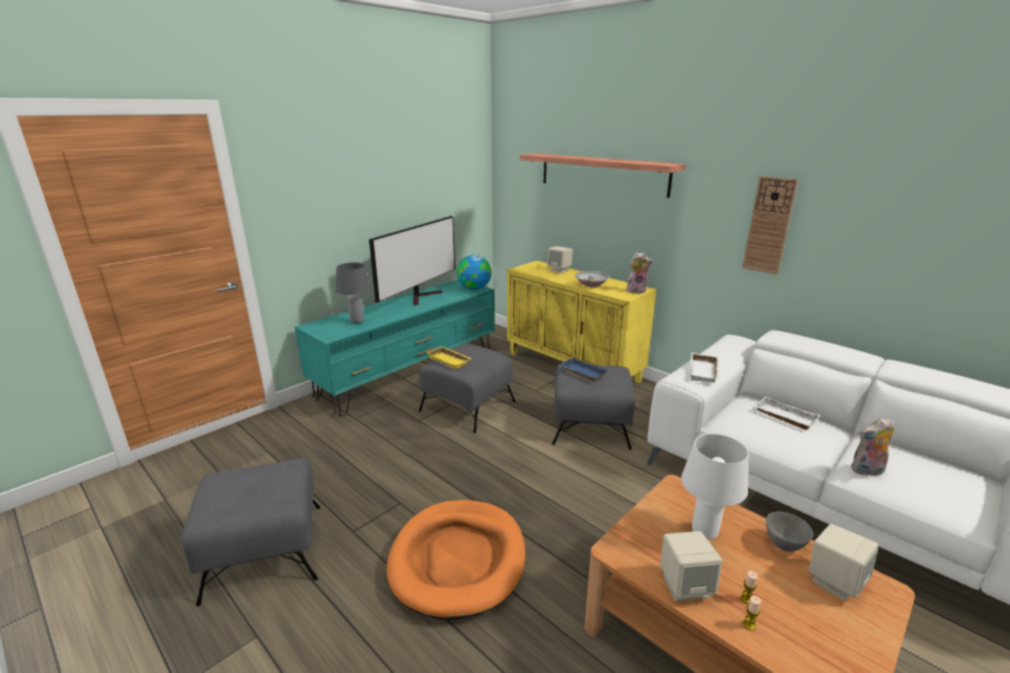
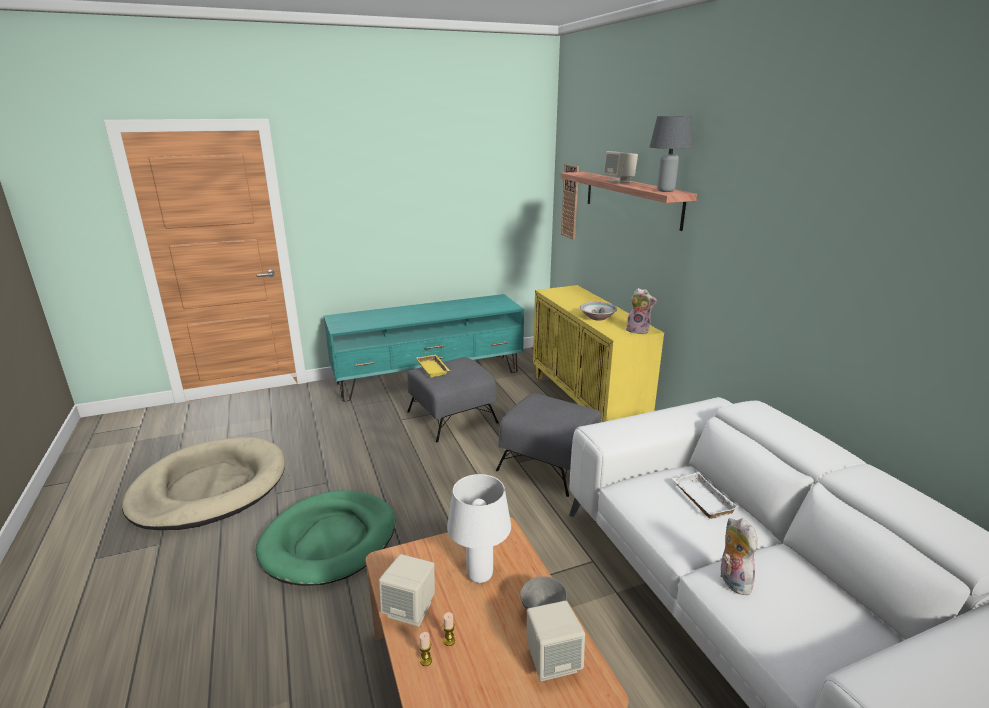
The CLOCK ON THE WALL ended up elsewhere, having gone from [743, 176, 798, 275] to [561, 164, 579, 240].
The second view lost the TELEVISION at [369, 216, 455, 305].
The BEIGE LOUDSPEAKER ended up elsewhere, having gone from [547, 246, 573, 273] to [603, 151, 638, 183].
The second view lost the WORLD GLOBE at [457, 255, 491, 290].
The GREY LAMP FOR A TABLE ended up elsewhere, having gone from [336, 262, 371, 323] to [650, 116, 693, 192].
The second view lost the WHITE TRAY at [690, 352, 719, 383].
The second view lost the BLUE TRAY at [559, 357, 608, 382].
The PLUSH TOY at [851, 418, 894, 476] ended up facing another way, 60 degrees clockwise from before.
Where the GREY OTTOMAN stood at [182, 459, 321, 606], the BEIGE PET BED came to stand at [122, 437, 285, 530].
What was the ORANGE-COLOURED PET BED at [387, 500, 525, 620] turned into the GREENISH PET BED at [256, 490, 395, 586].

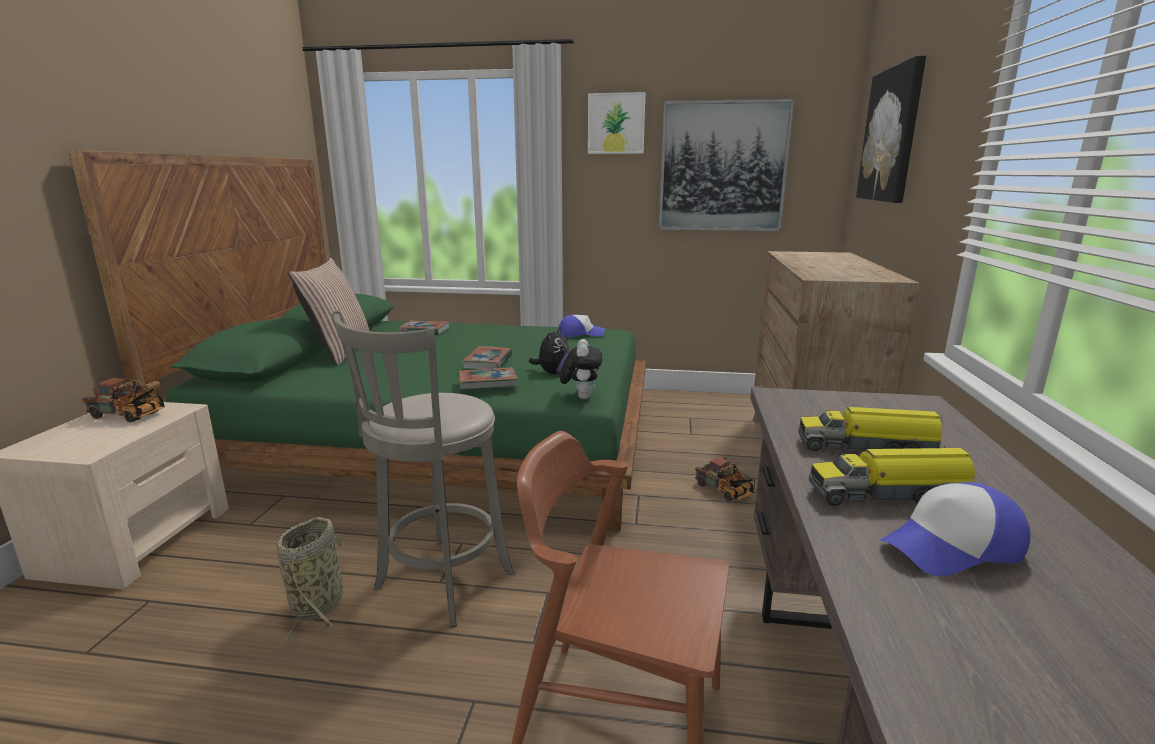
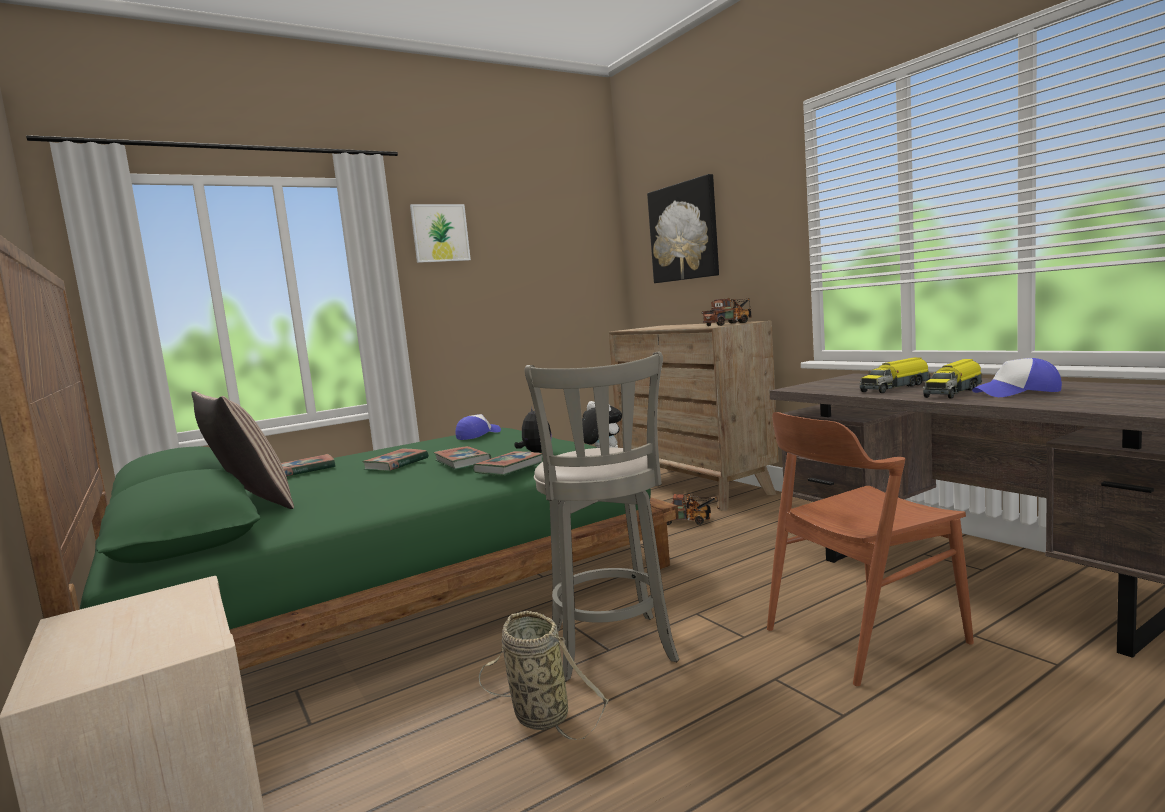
The second view lost the WALL ART at [658, 99, 794, 231].
The TOY LORRY ended up elsewhere, having gone from [82, 378, 165, 423] to [702, 298, 752, 326].
The CAP at [880, 482, 1030, 576] ended up facing another way, 60 degrees clockwise from before.
The second view gained the VOLUME at [362, 448, 429, 471].

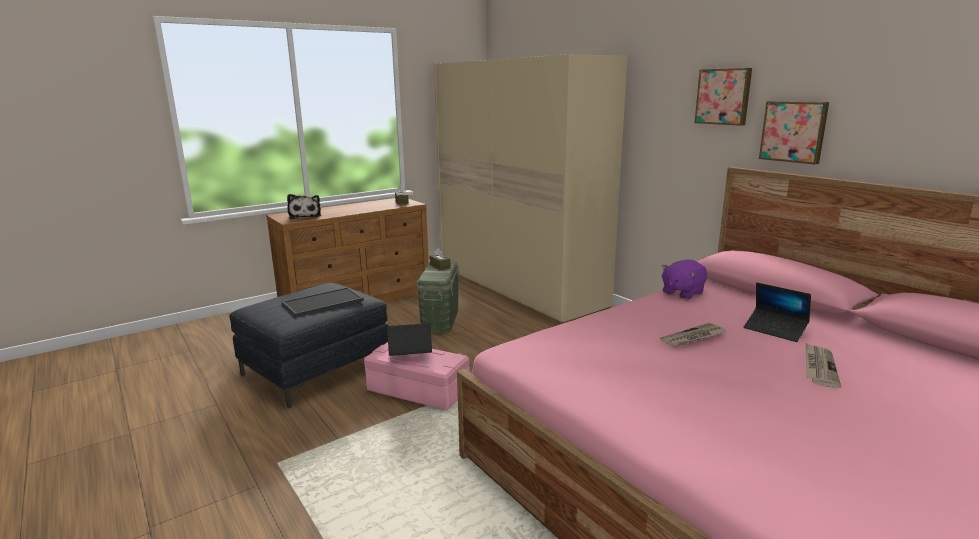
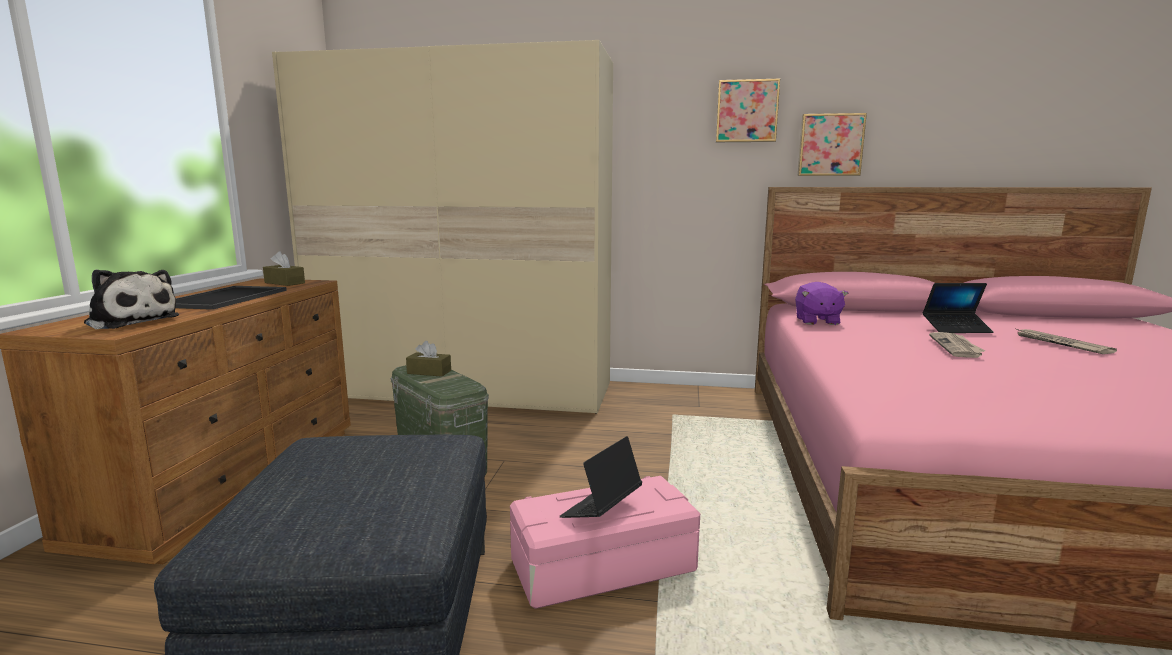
The TRAY ended up elsewhere, having gone from [282, 287, 364, 316] to [176, 286, 287, 310].

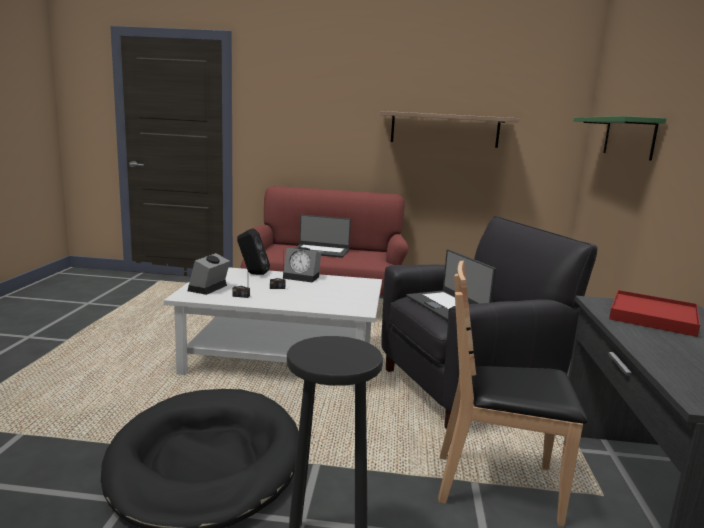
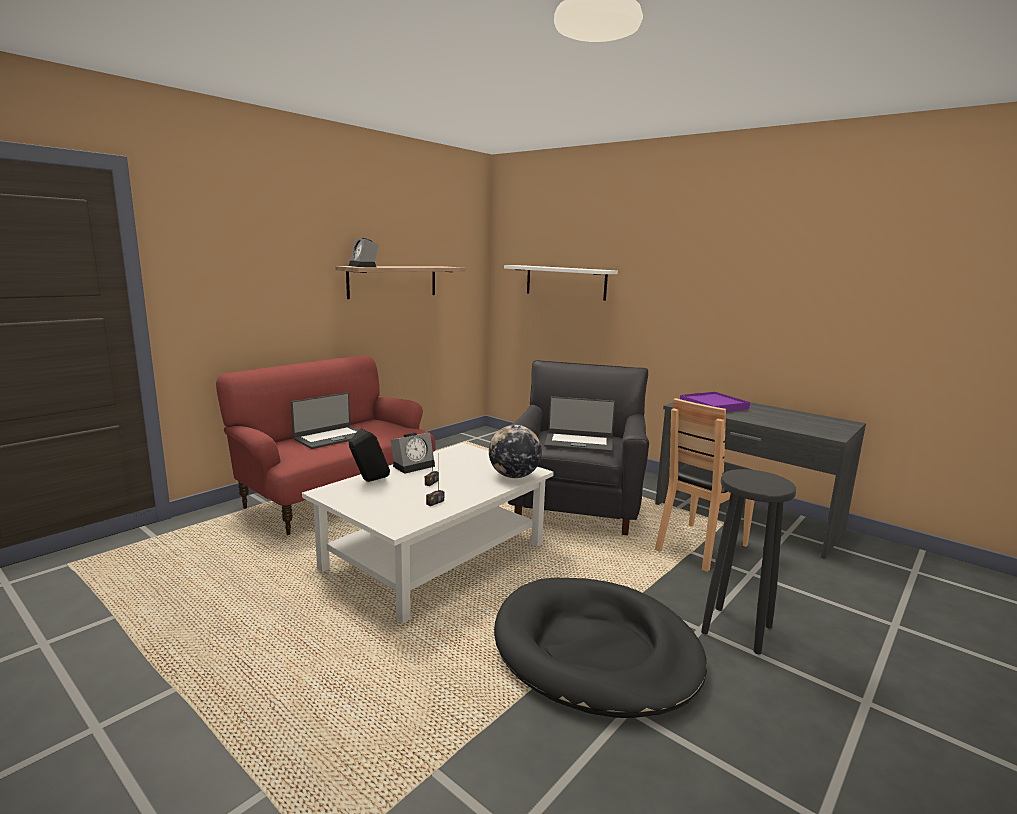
What was the GREENISH BRACKET SHELF at [574, 116, 666, 161] turned into the WHITE BRACKET SHELF at [504, 265, 618, 300].
The ALARM CLOCK ended up elsewhere, having gone from [187, 253, 230, 295] to [349, 238, 379, 267].
What was the RED-COLOURED TRAY at [609, 290, 700, 337] turned into the PURPLE-COLOURED TRAY at [680, 392, 750, 412].
The second view gained the WORLD GLOBE at [489, 425, 542, 478].

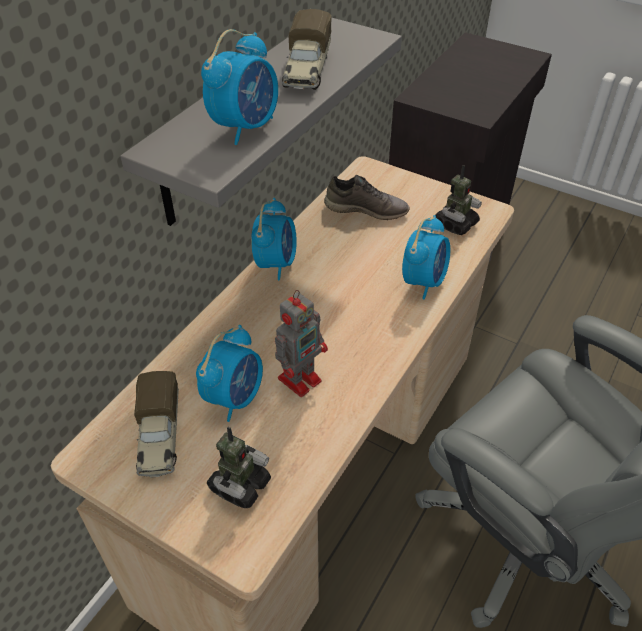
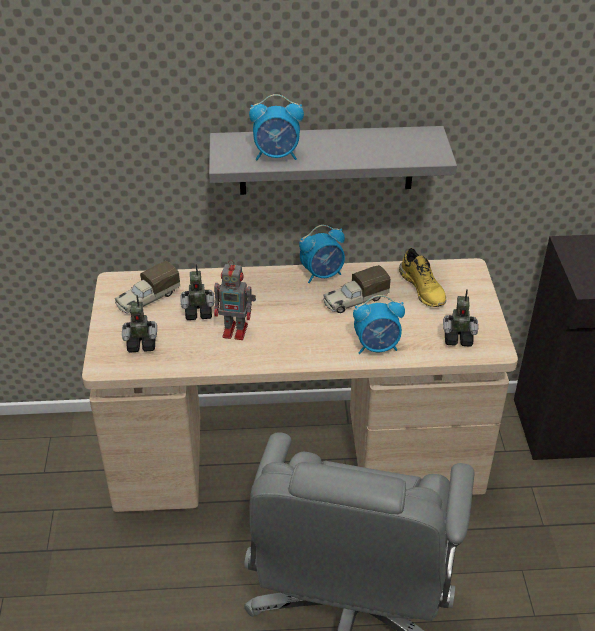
The TOY LORRY ended up elsewhere, having gone from [282, 9, 332, 90] to [323, 265, 391, 313].
What was the GREY ITEM OF FOOTWEAR at [324, 175, 410, 220] turned into the YELLOWISH ITEM OF FOOTWEAR at [399, 248, 446, 307].
Where the ALARM CLOCK stood at [196, 325, 263, 422], the TOY ROBOT came to stand at [180, 264, 214, 320].

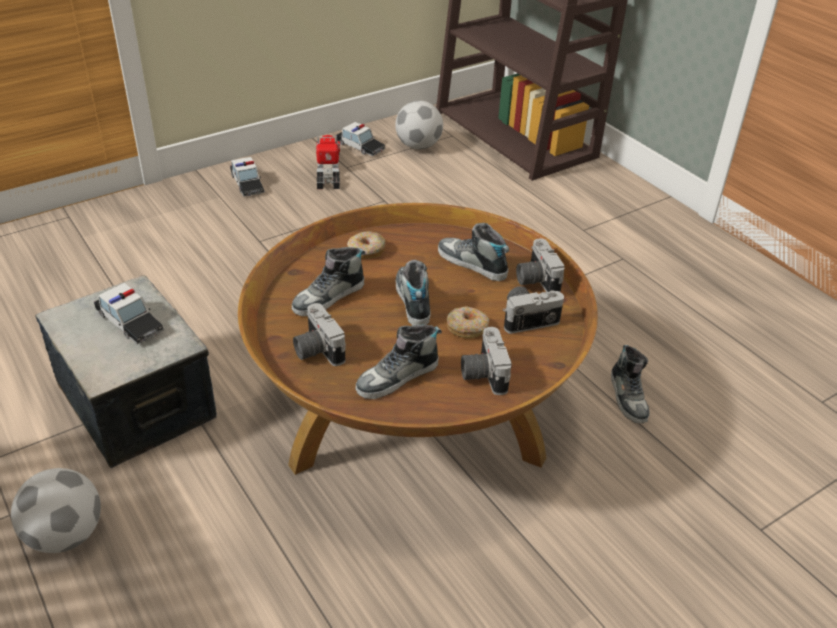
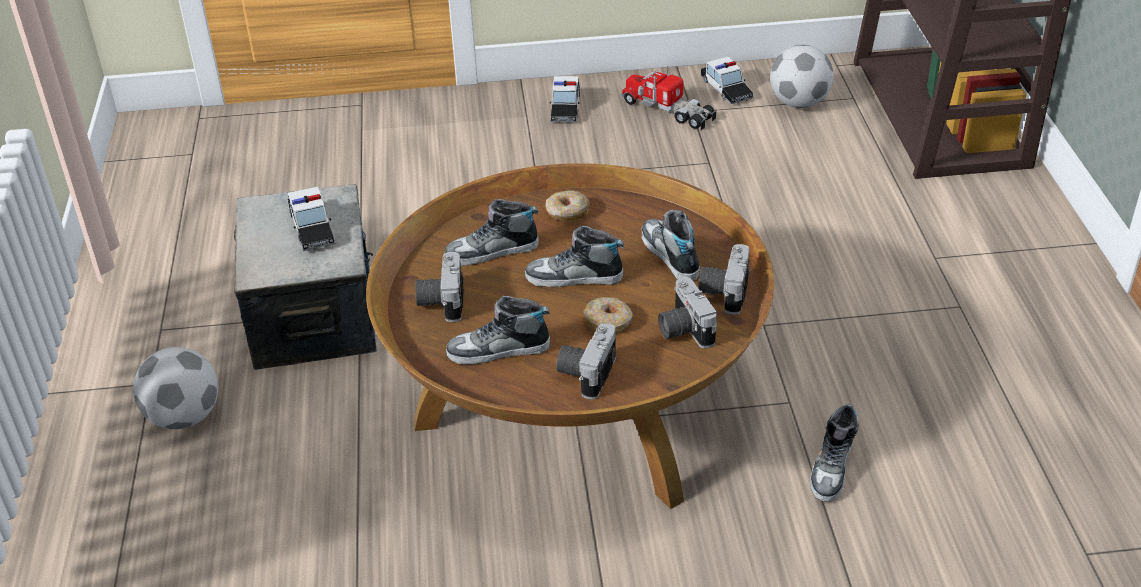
The TOY LORRY at [316, 135, 340, 189] ended up facing another way, 75 degrees counterclockwise from before.
The ITEM OF FOOTWEAR at [396, 260, 431, 325] ended up facing another way, 105 degrees counterclockwise from before.
The STILL CAMERA at [503, 286, 564, 334] ended up facing another way, 120 degrees counterclockwise from before.

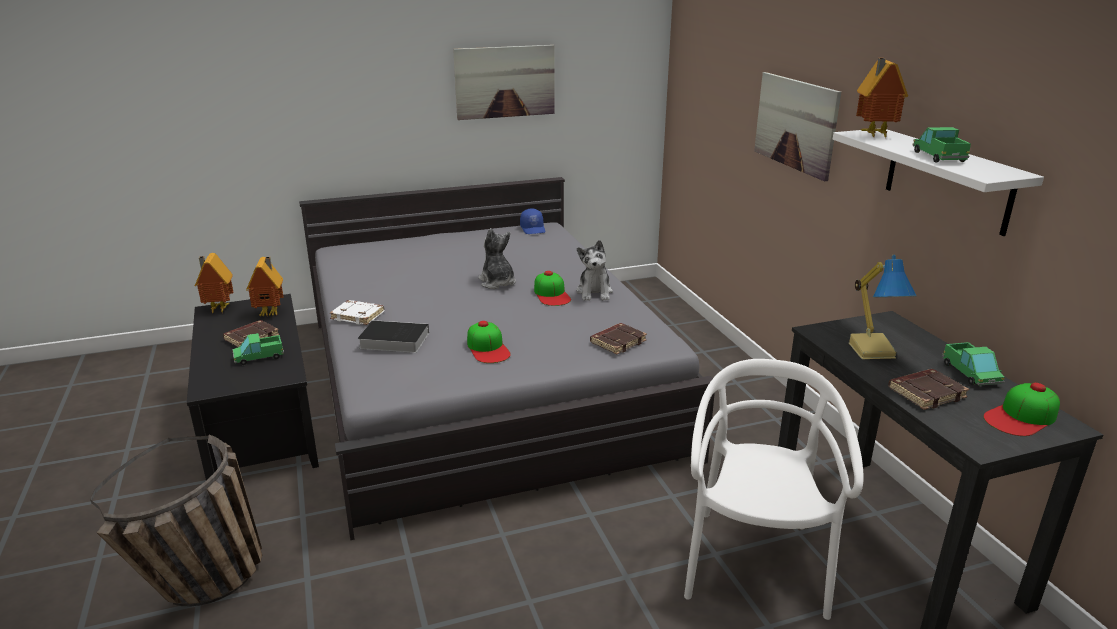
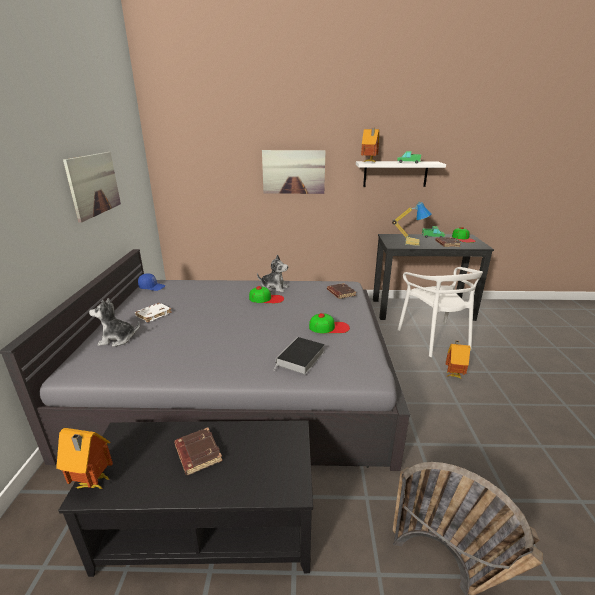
The PLUSH TOY ended up elsewhere, having gone from [478, 228, 516, 289] to [89, 298, 140, 347].
The MODEL HOUSE ended up elsewhere, having gone from [246, 257, 284, 316] to [445, 341, 471, 378].
The WHITE VOLUME ended up elsewhere, having gone from [330, 300, 385, 325] to [135, 303, 172, 322].
The second view lost the TOY LORRY at [232, 333, 284, 365].
The WHITE CHAIR at [684, 359, 864, 620] ended up facing another way, 135 degrees counterclockwise from before.

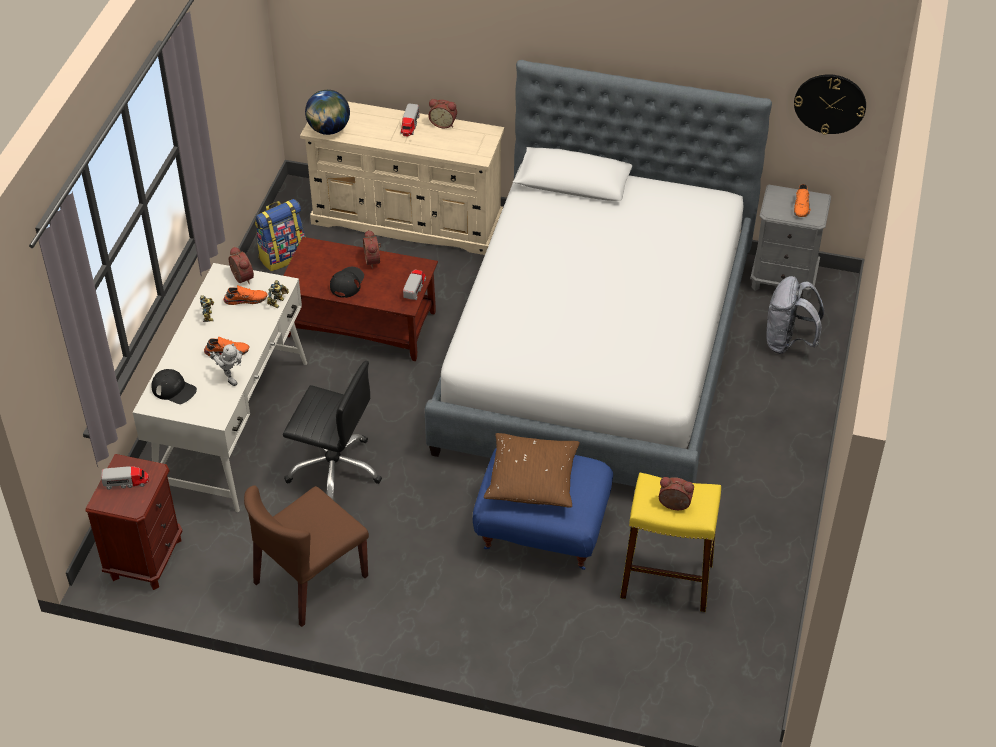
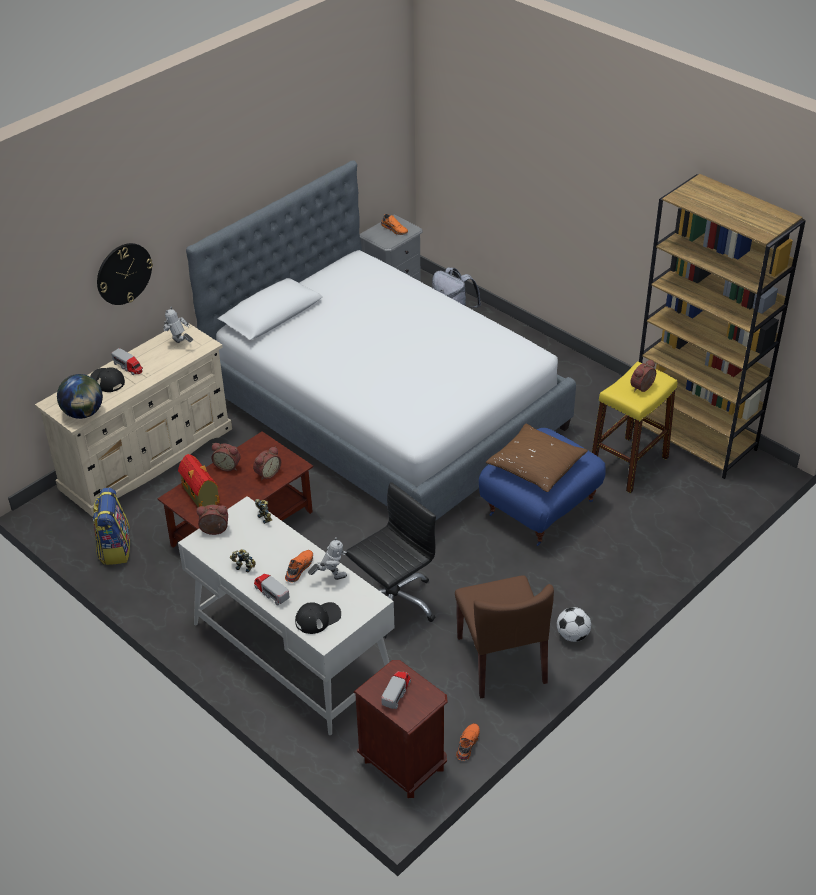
The CLOCK ON THE WALL ended up elsewhere, having gone from [794, 74, 866, 135] to [97, 243, 153, 305].
The ALARM CLOCK ended up elsewhere, having gone from [429, 99, 457, 128] to [253, 447, 281, 481].
The BLACKISH CAP ended up elsewhere, having gone from [330, 267, 364, 298] to [90, 367, 125, 392].
The TOY LORRY ended up elsewhere, having gone from [403, 270, 426, 300] to [254, 574, 289, 606].
The ORANGE-COLOURED ITEM OF FOOTWEAR ended up elsewhere, having gone from [223, 285, 268, 305] to [456, 723, 480, 761].
The second view gained the BROWNISH SHELVING UNIT at [633, 174, 806, 479].
The second view gained the TOY ROBOT at [163, 307, 193, 343].
The second view gained the MODEL HOUSE at [178, 454, 220, 507].
The second view gained the FOOTBALL at [557, 607, 591, 642].

